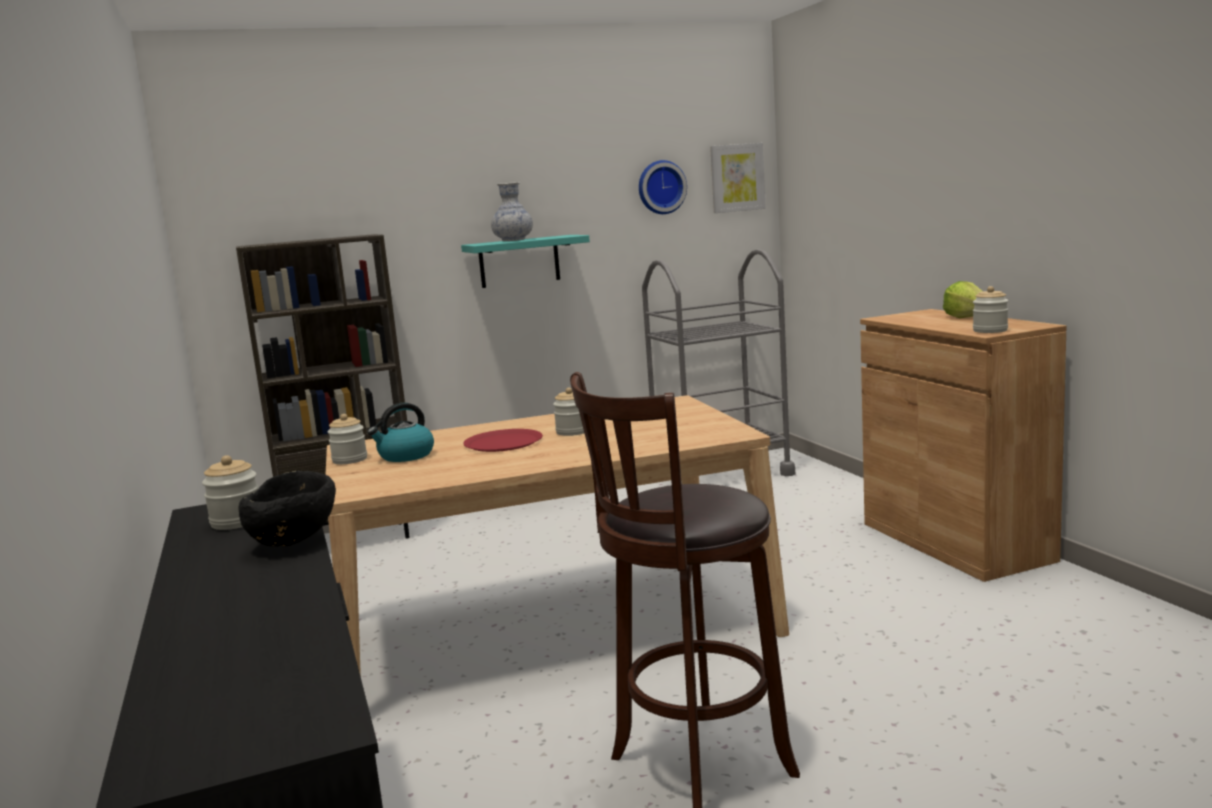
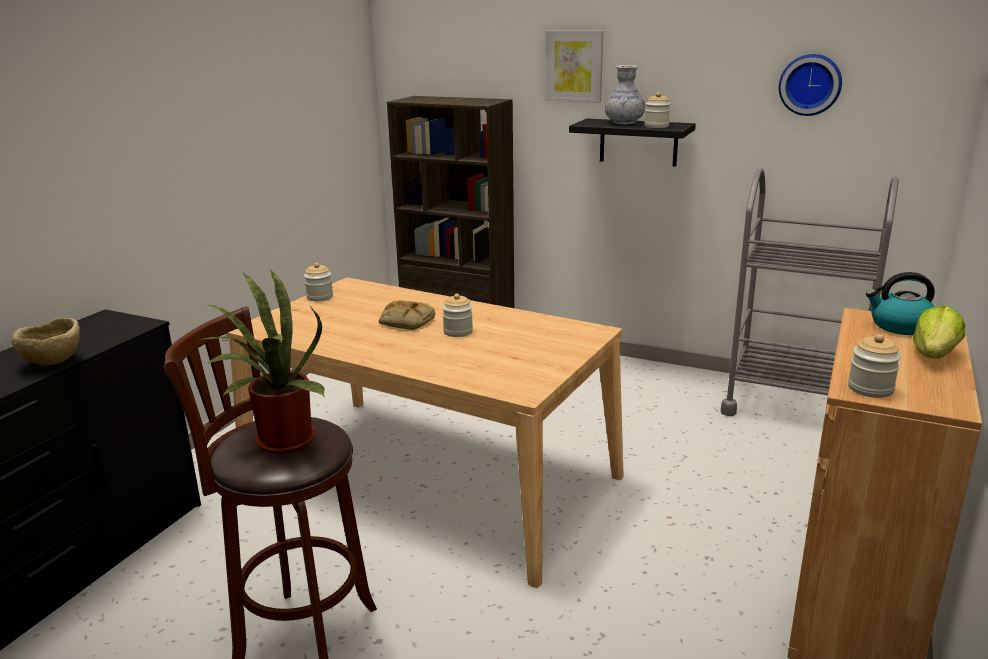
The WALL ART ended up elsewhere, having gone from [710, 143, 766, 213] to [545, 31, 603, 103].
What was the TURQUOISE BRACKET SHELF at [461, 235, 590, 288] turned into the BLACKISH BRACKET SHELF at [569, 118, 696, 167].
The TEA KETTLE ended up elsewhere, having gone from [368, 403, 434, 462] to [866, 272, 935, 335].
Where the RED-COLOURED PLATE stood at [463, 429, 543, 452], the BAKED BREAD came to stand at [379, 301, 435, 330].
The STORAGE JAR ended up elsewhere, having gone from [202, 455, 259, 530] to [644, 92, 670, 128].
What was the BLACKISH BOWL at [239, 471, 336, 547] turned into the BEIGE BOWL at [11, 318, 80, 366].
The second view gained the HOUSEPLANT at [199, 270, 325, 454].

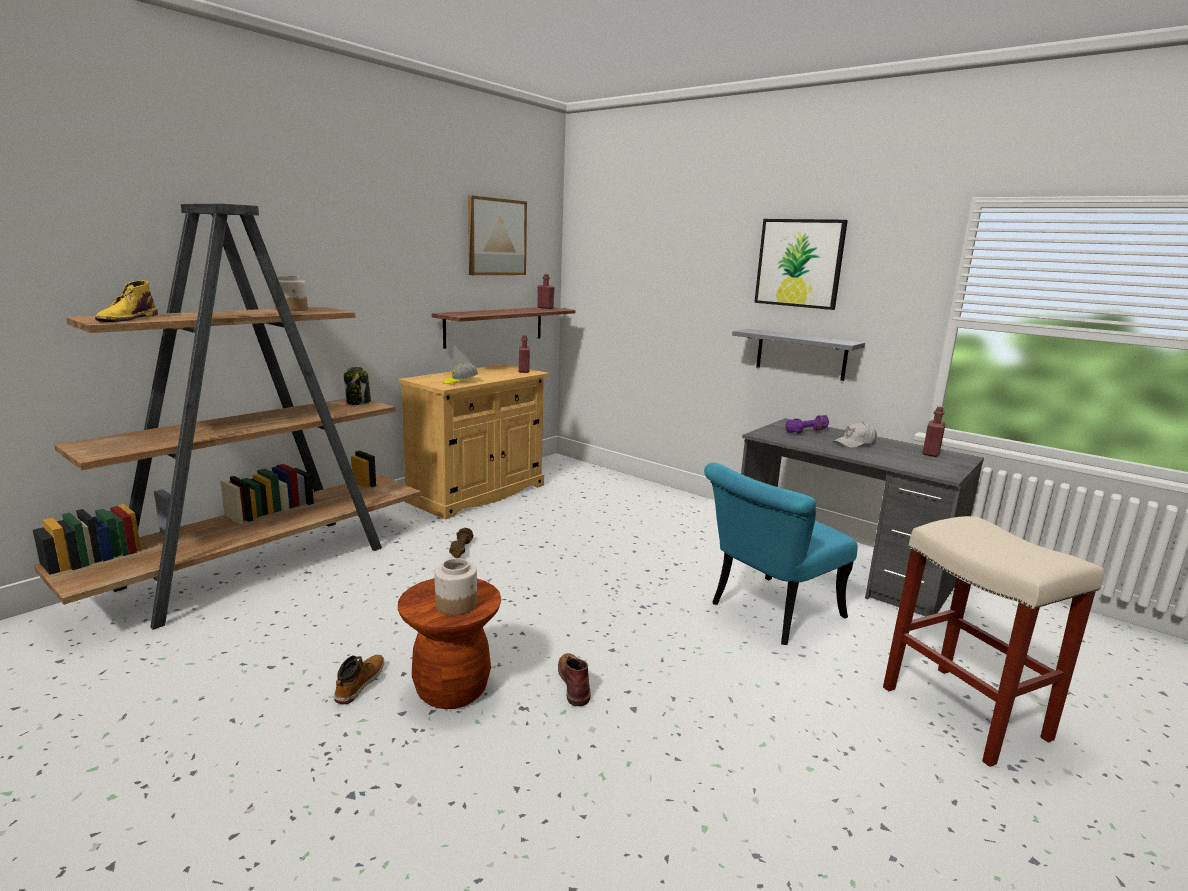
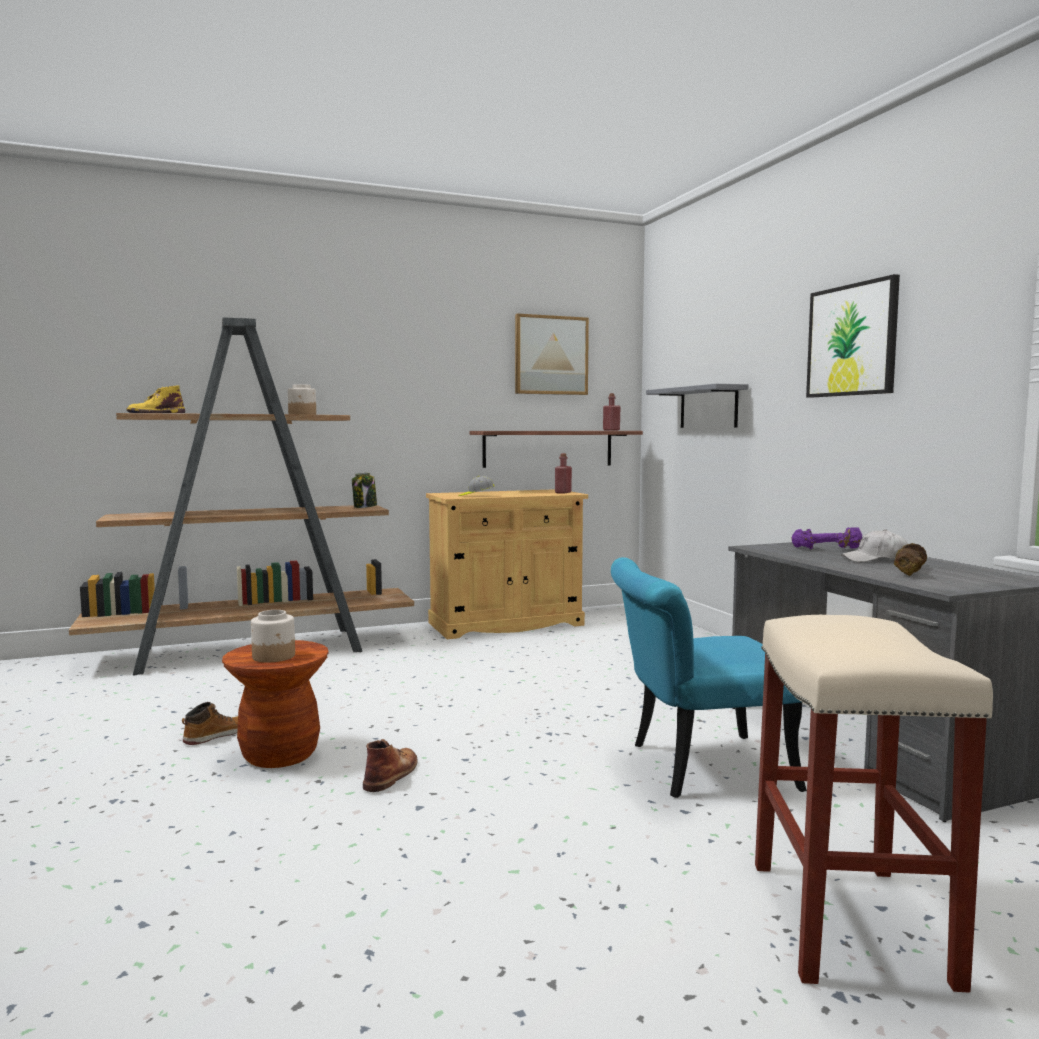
The GREY BRACKET SHELF ended up elsewhere, having gone from [732, 329, 865, 381] to [646, 384, 749, 428].
The second view lost the RED-COLOURED BOTTLE at [922, 407, 945, 457].
The BROWNISH DUMBBELL ended up elsewhere, having gone from [449, 528, 473, 558] to [894, 543, 927, 576].

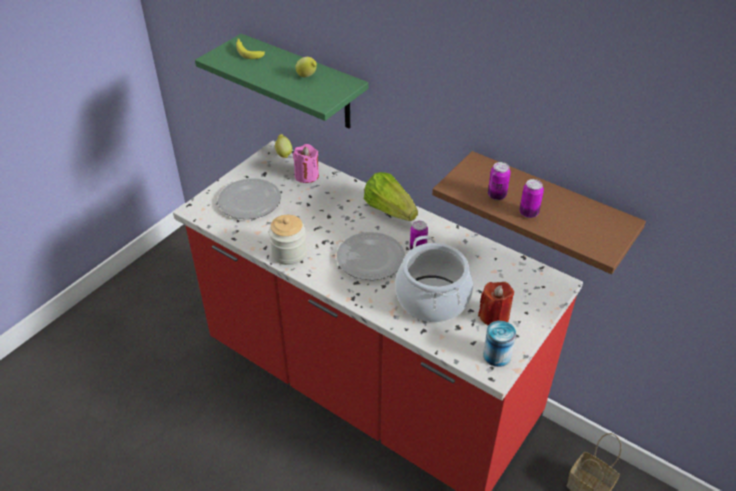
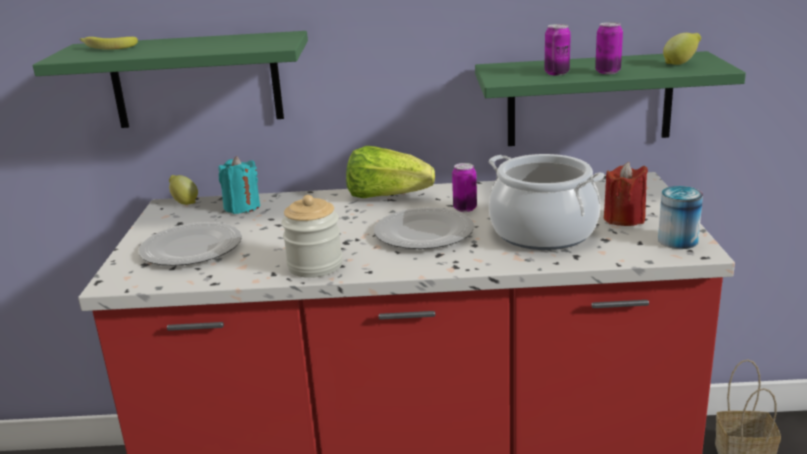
The LEMON ended up elsewhere, having gone from [296, 57, 317, 77] to [663, 33, 701, 65].
What was the PINKISH CANDLE at [293, 144, 319, 183] turned into the TURQUOISE CANDLE at [218, 156, 260, 214].
What was the BROWNISH BRACKET SHELF at [432, 151, 646, 274] turned into the GREENISH BRACKET SHELF at [475, 51, 746, 146].

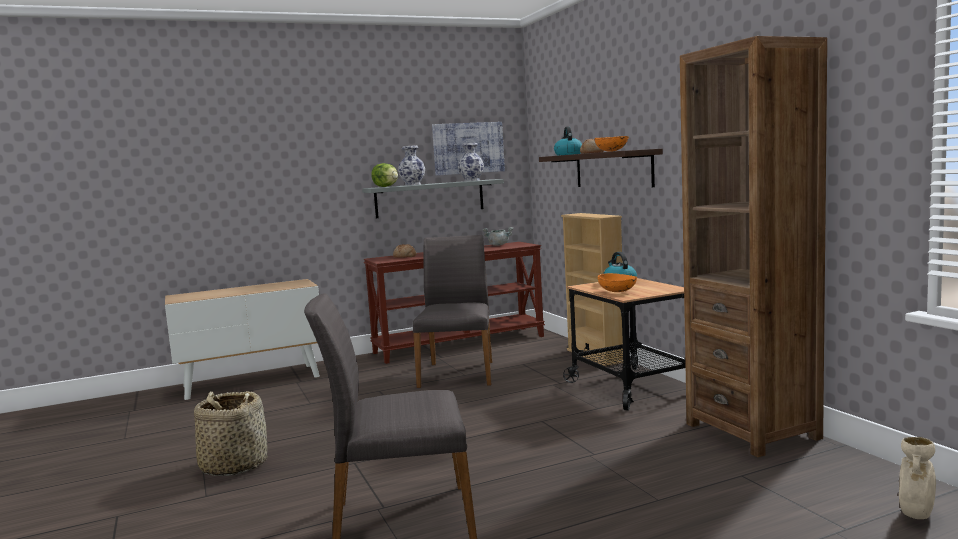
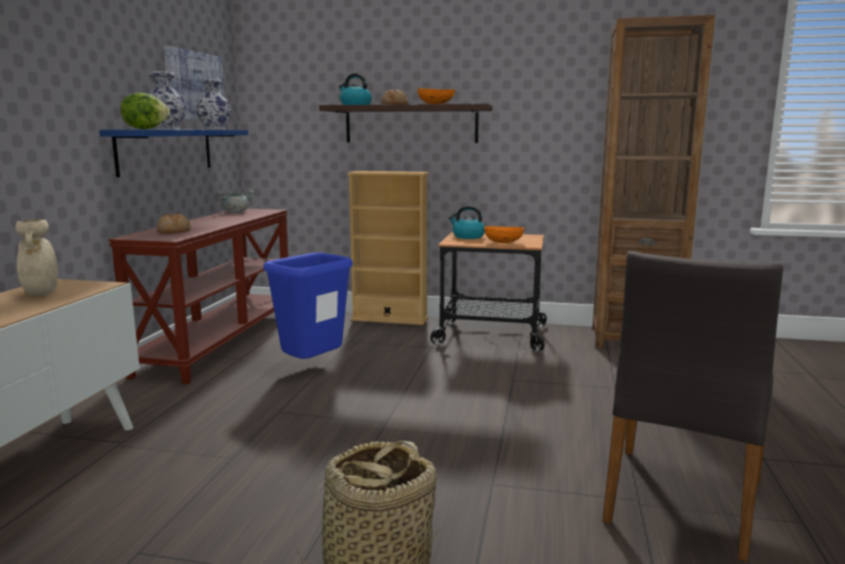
What was the GREY BRACKET SHELF at [362, 179, 504, 218] turned into the BLUE BRACKET SHELF at [99, 130, 248, 177].
Where the GREY CHAIR stood at [413, 235, 492, 388], the BLUE WASTE BIN came to stand at [263, 252, 353, 359].
The BEIGE FLOWER VASE ended up elsewhere, having gone from [899, 437, 936, 519] to [15, 219, 58, 296].

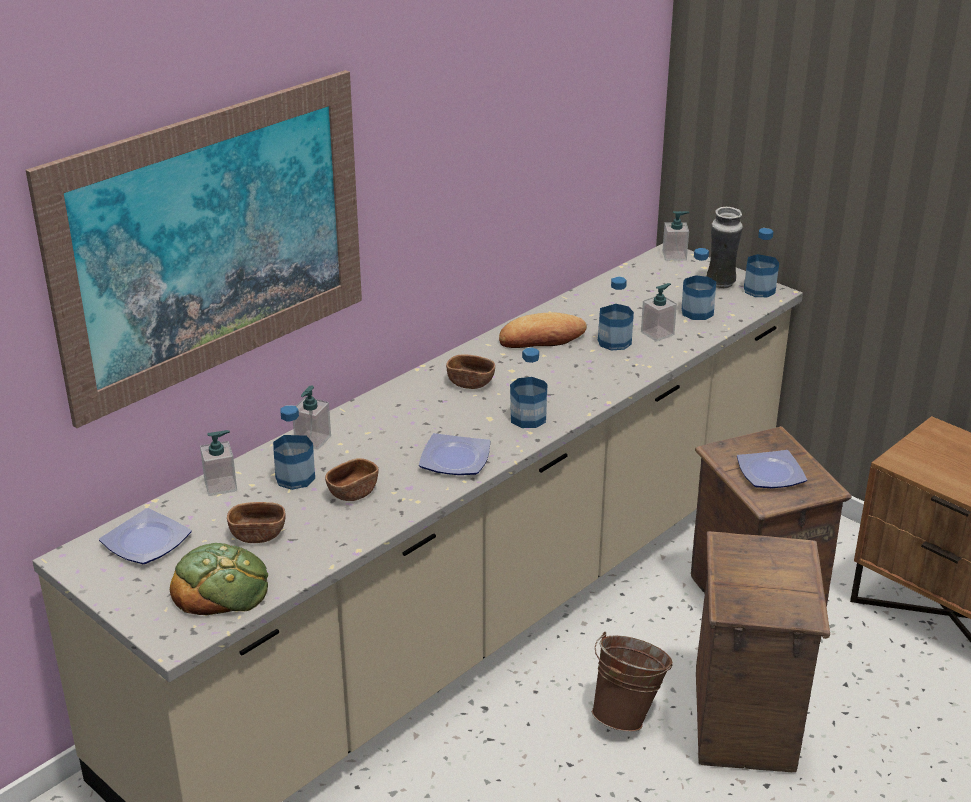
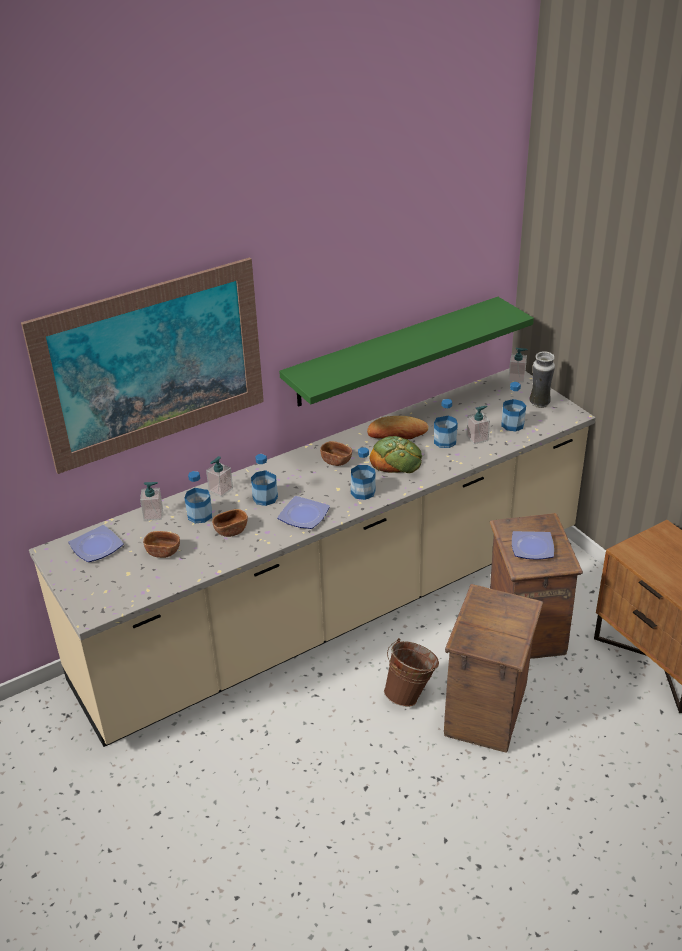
The BOTTLE ended up elsewhere, having gone from [744, 228, 779, 297] to [251, 454, 278, 506].
The BAKED BREAD ended up elsewhere, having gone from [170, 543, 268, 615] to [369, 436, 422, 473].
The second view gained the GREENISH BRACKET SHELF at [279, 297, 534, 407].

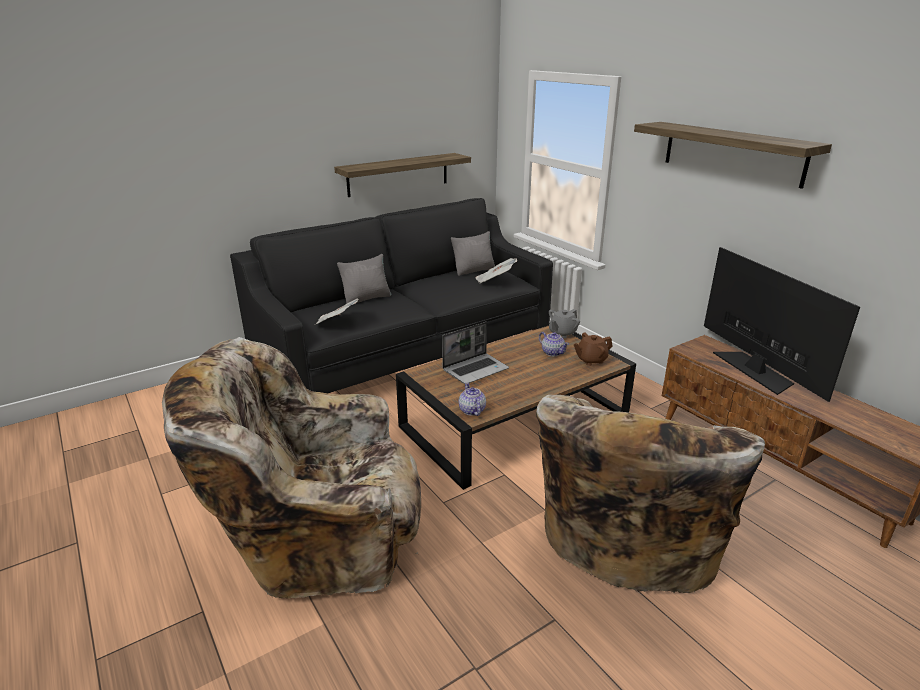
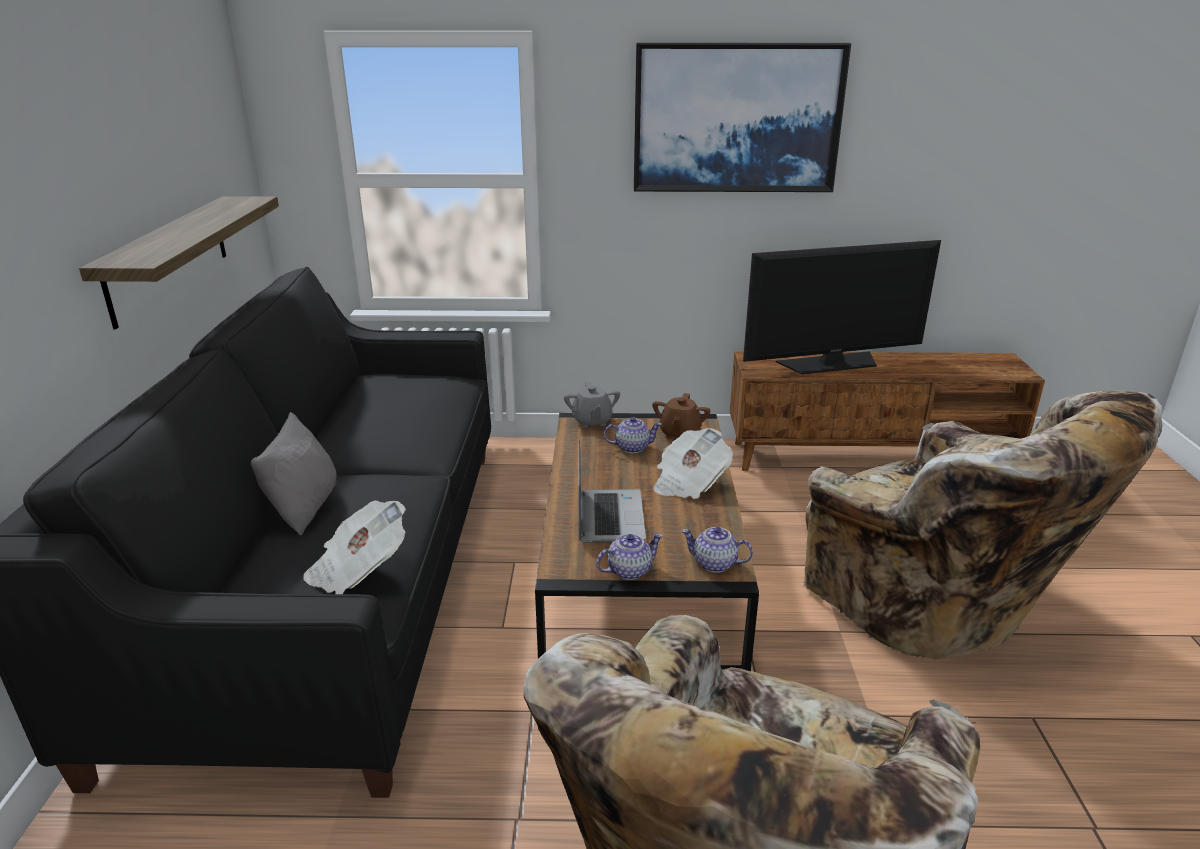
Where the BRACKET SHELF hung at [634, 122, 832, 189], the WALL ART came to hang at [634, 43, 851, 192].
The second view lost the GREY THROW PILLOW at [451, 231, 495, 276].
The TELEVISION at [704, 247, 860, 402] ended up facing another way, 150 degrees clockwise from before.
The NEWSPAPER ended up elsewhere, having gone from [476, 258, 517, 283] to [653, 428, 733, 499].
The second view gained the POT FOR TEA at [596, 533, 663, 580].

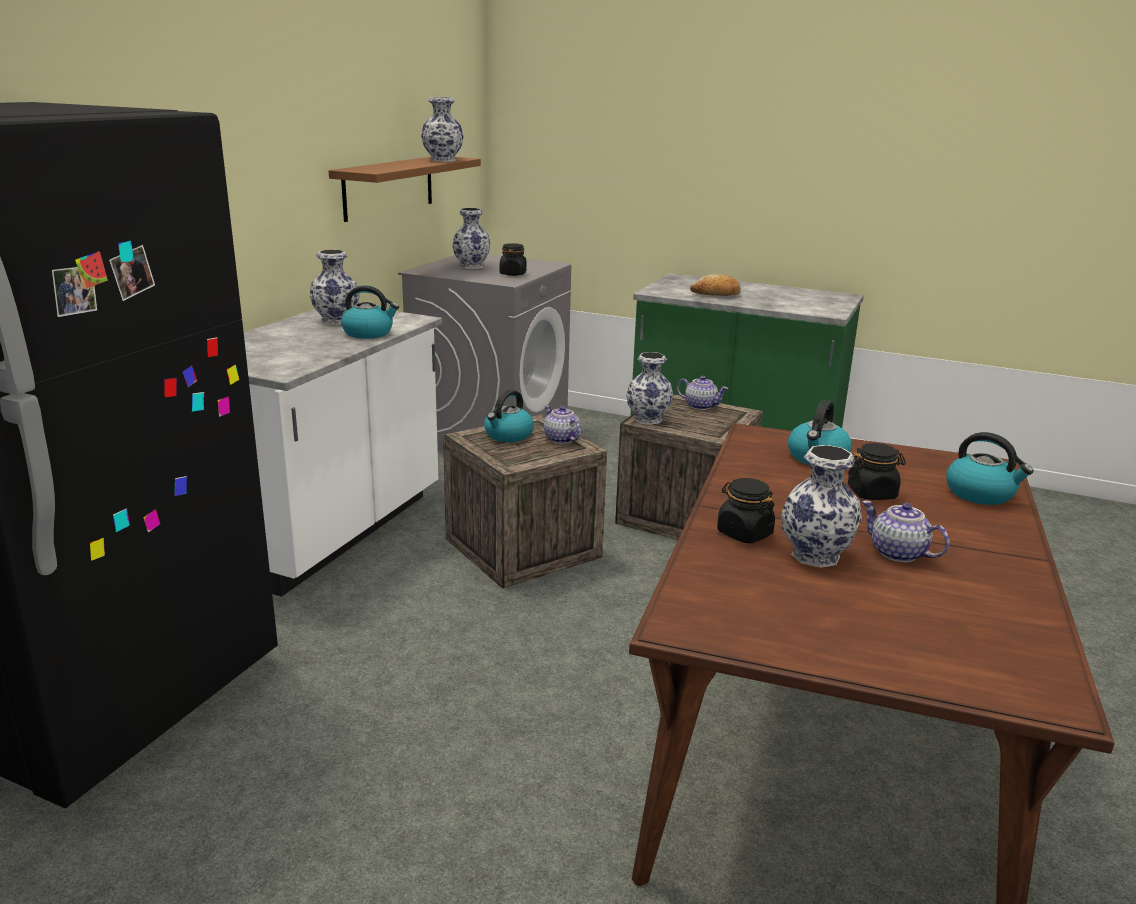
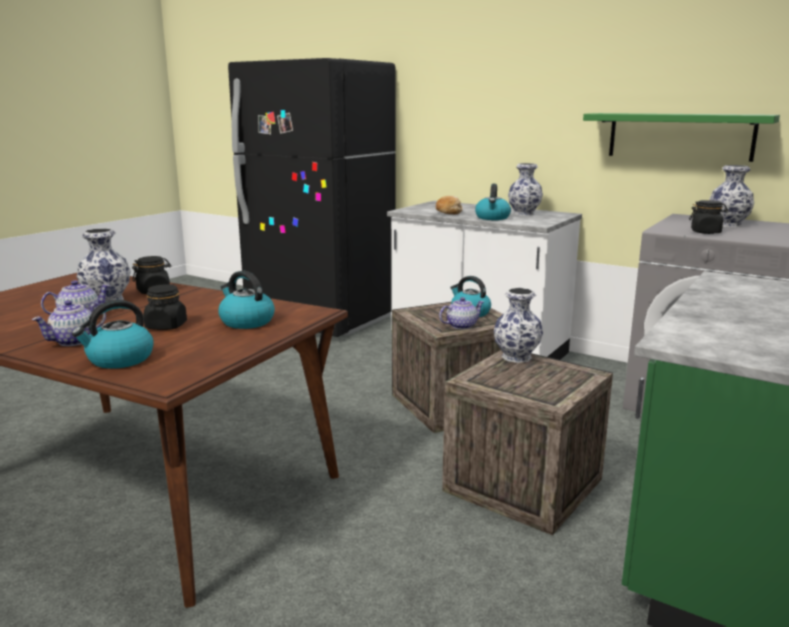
The second view lost the FLOWER VASE at [421, 97, 464, 162].
What was the BROWNISH BRACKET SHELF at [329, 157, 481, 222] turned into the GREENISH BRACKET SHELF at [583, 113, 780, 162].
The BAKED BREAD ended up elsewhere, having gone from [690, 275, 741, 296] to [436, 196, 463, 214].
The POT FOR TEA ended up elsewhere, having gone from [676, 376, 729, 410] to [32, 300, 106, 346].

